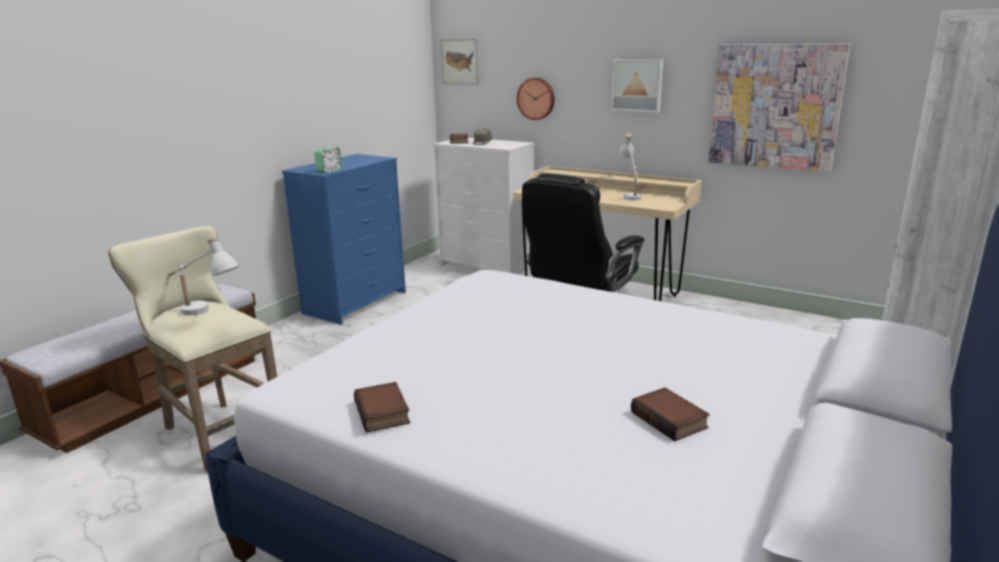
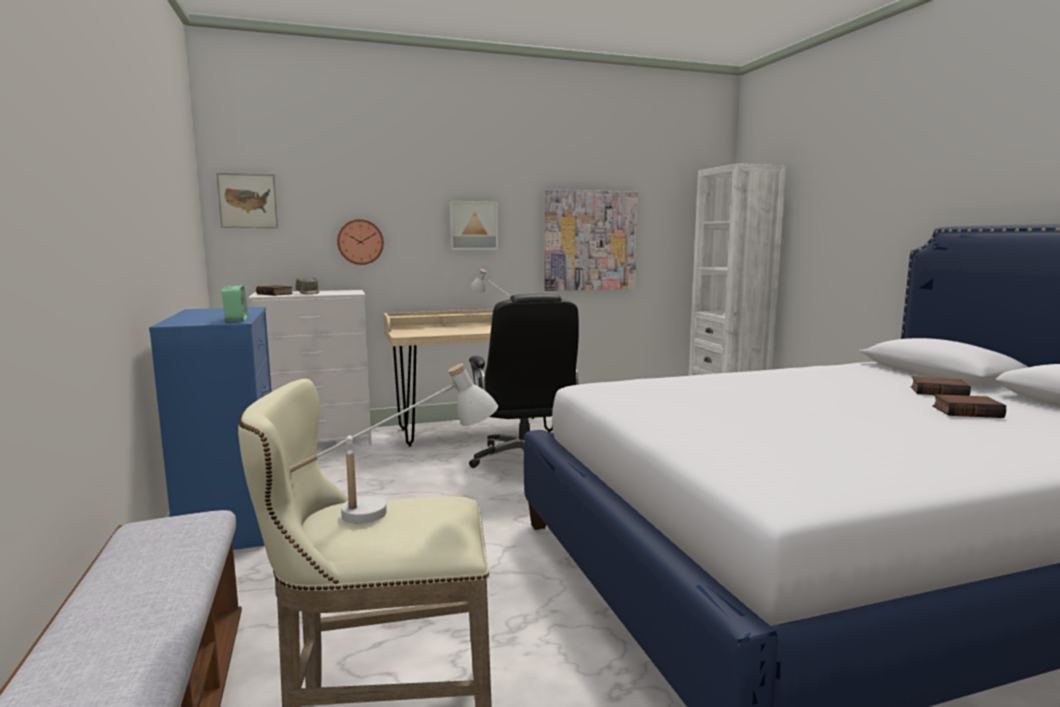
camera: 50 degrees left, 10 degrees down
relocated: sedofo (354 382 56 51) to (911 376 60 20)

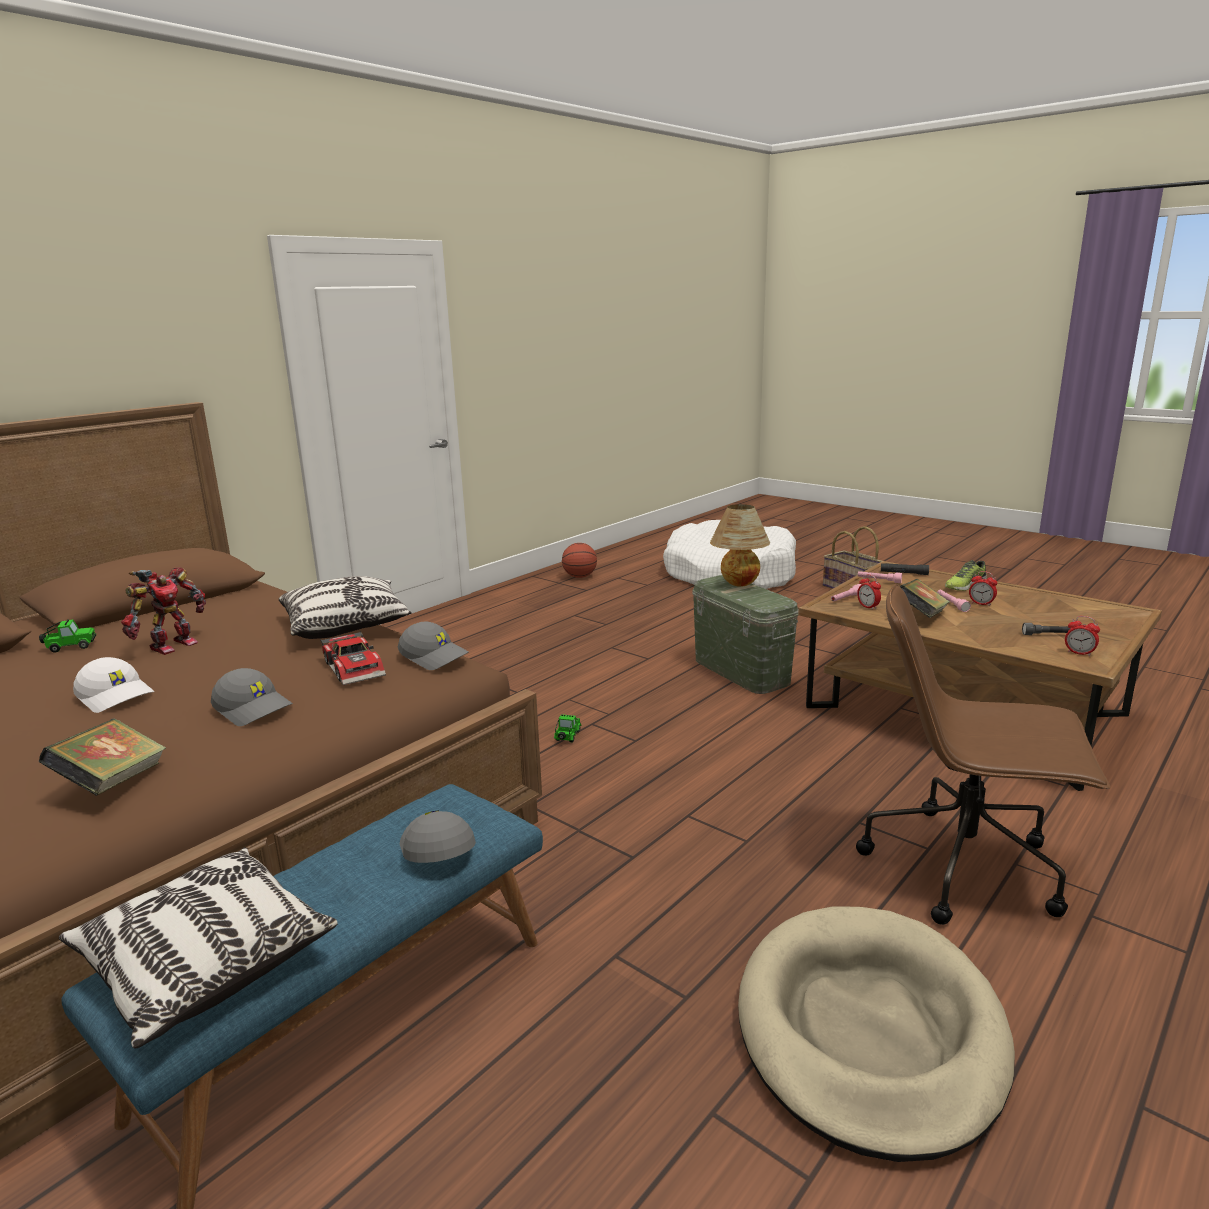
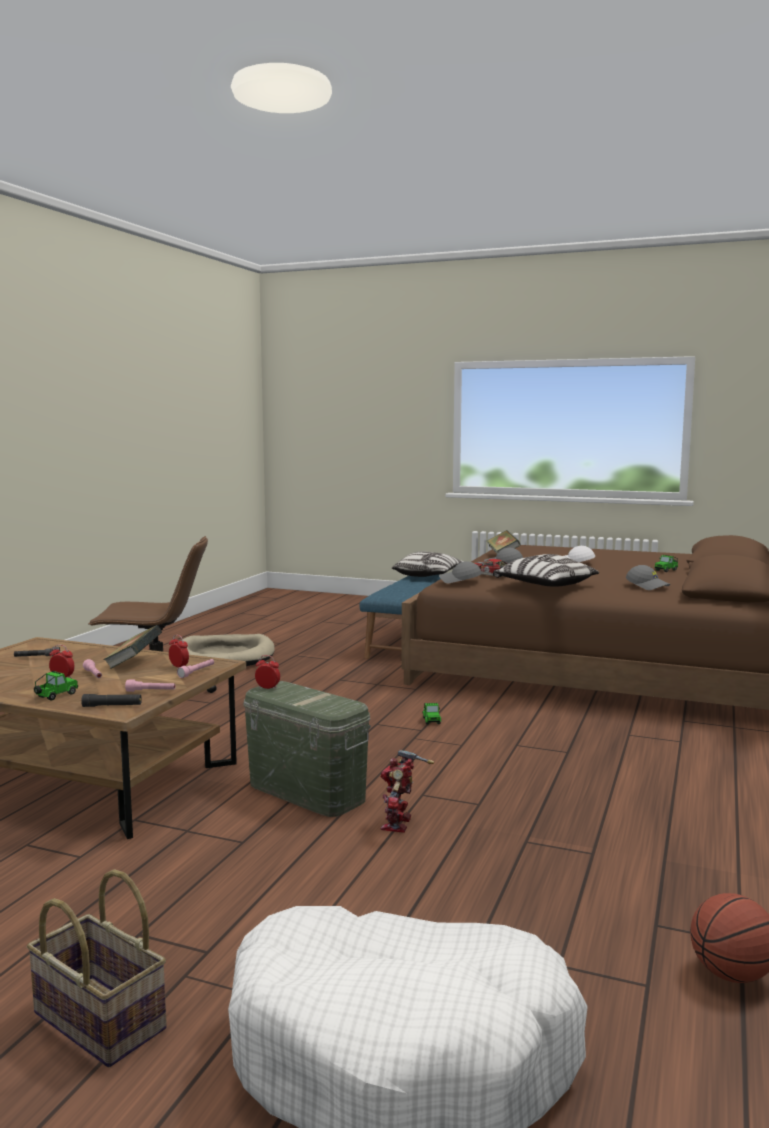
camera: 160 degrees right, 10 degrees down
missing: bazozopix (710 504 60 83)
relocated: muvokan (121 567 85 88) to (380 749 54 84); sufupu (1065 616 35 40) to (255 655 25 35); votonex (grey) (400 810 76 53) to (626 565 44 25)
exchanged: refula (945 560 42 31) to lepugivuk (34 671 44 30)

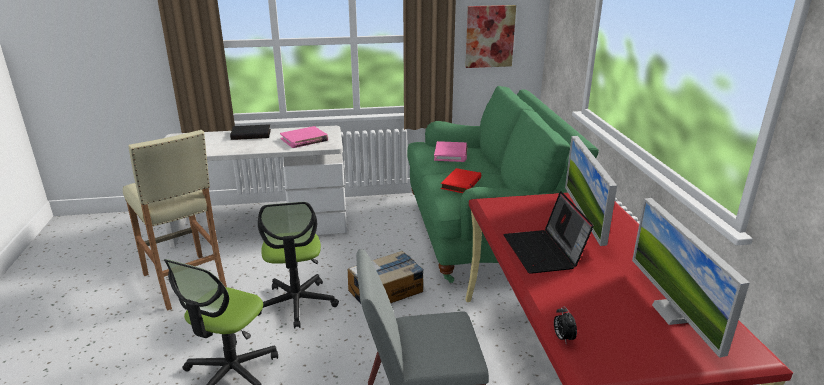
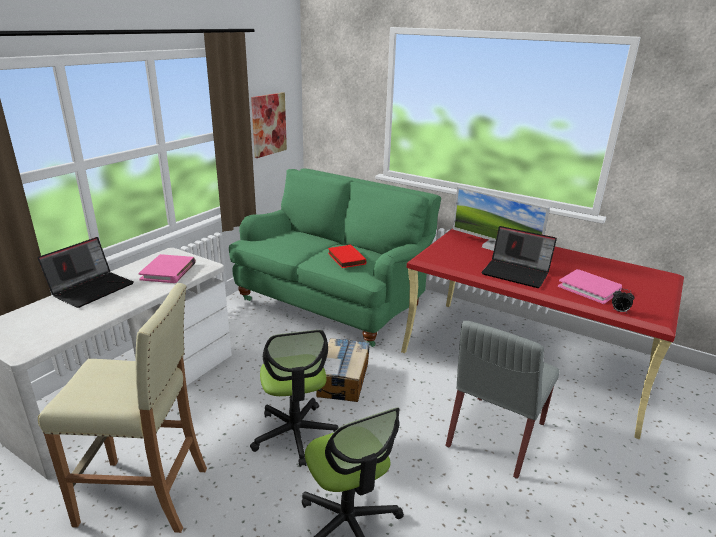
camera: 50 degrees left, 0 degrees up
missing: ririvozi (632 198 118 160)
relocated: sedofo (pink) (434 141 34 21) to (558 269 64 35)
exchanged: sedofo (black) (230 124 41 16) to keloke (38 237 96 71)
spun: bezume (257 202 82 126) = (250 330 88 137) 45 degrees clockwise

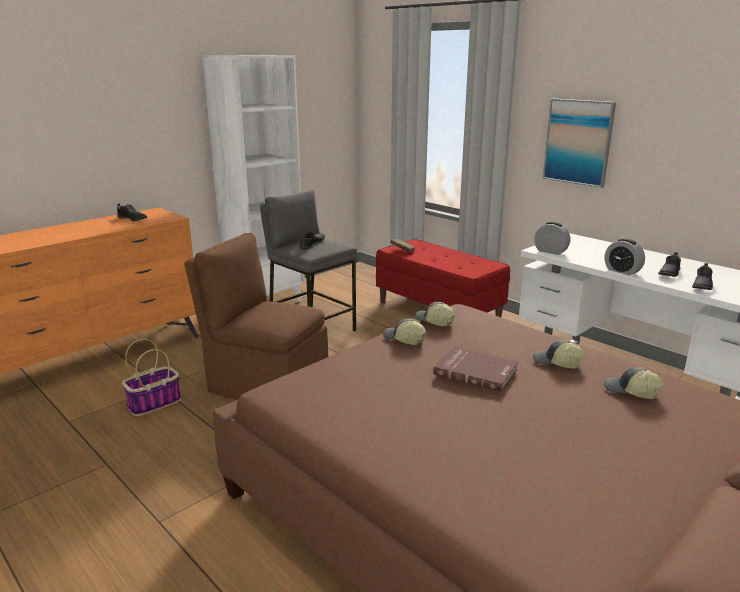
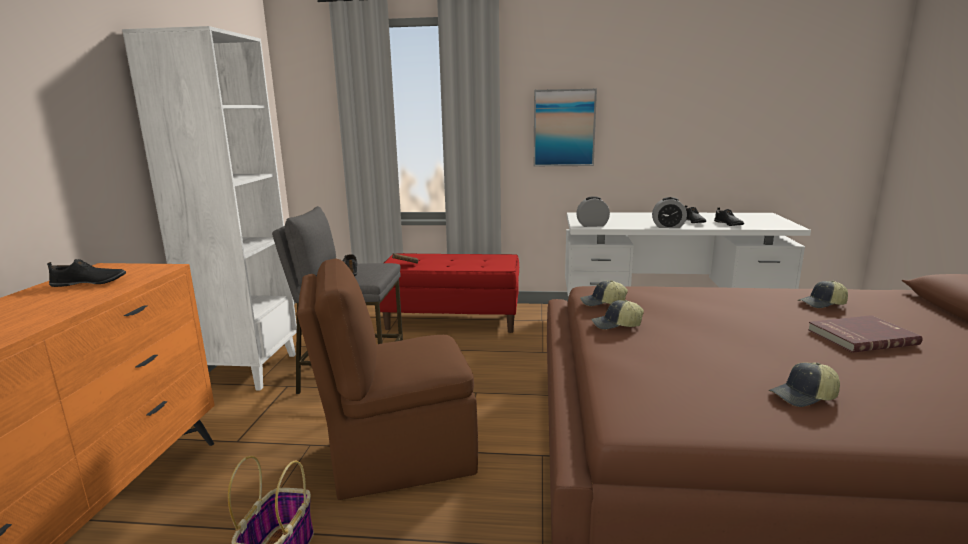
camera: 40 degrees left, 5 degrees down
relocated: votonex (533 340 52 29) to (769 362 71 45); sedofo (red) (433 347 85 45) to (808 315 115 38)

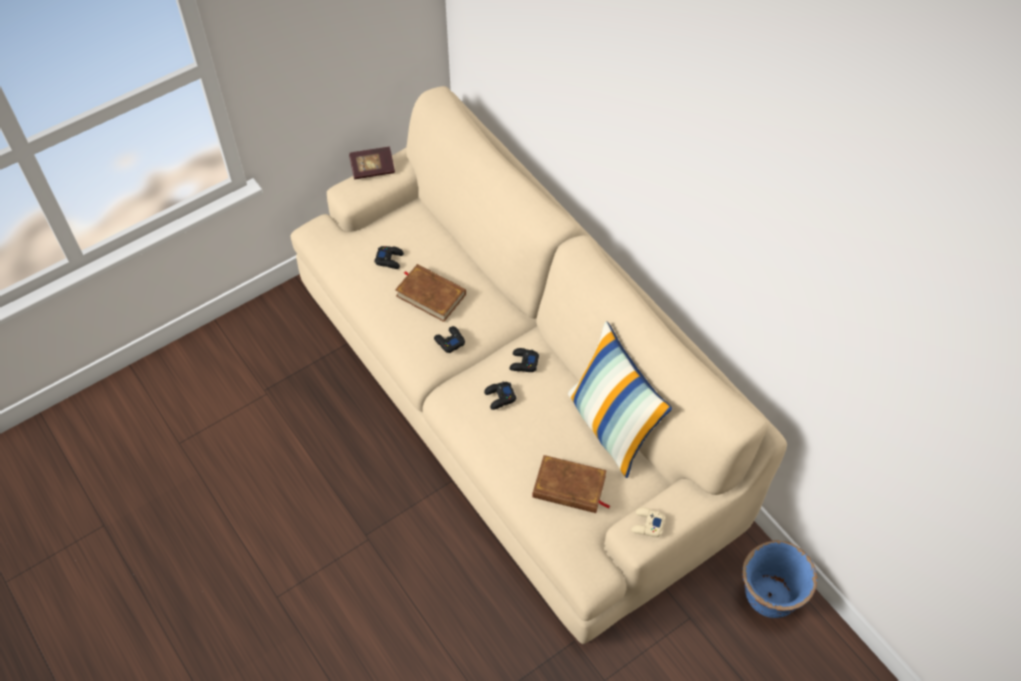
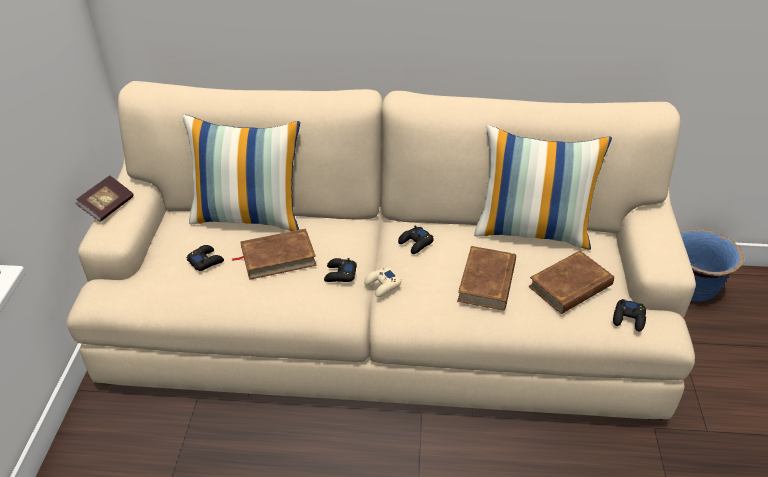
camera: 50 degrees left, 15 degrees down
appeared: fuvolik (182 114 118 117); sedofo (brown) (457 246 59 64)
relocated: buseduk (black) (484 381 32 29) to (613 299 33 33); buseduk (beige) (631 507 34 30) to (364 266 37 31)

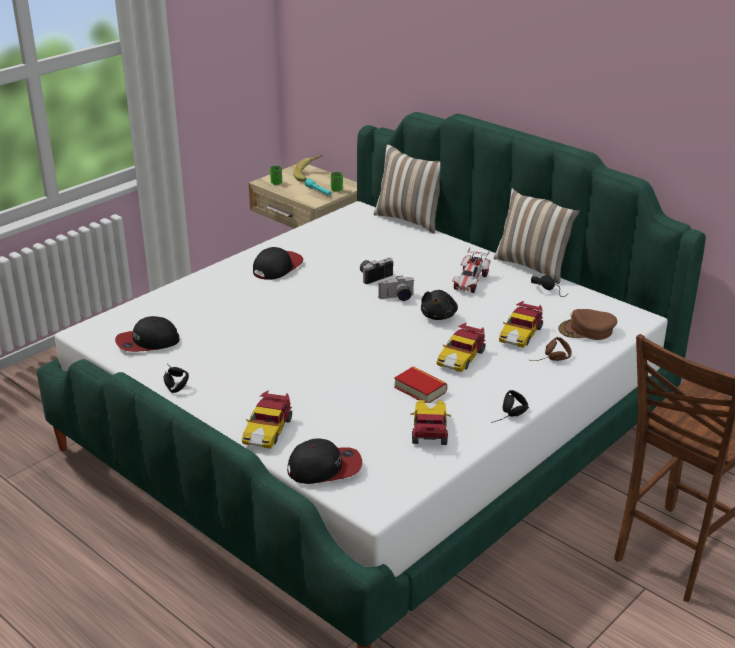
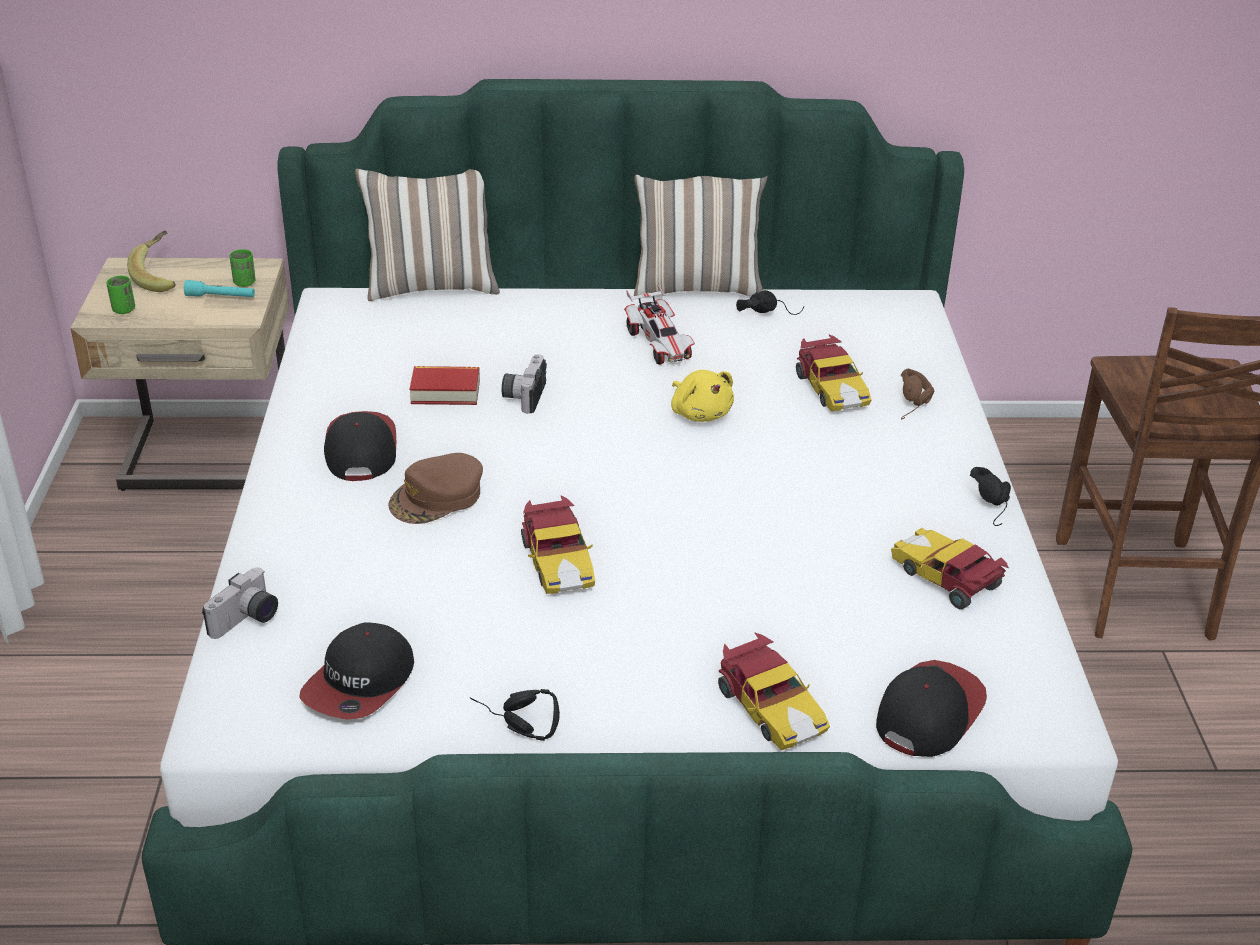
camera: 45 degrees left, 5 degrees up
relocated: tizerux (378 276 36 25) to (202 567 76 72); votonex (brown) (558 309 59 31) to (388 453 95 71); lepugivuk (437 323 49 49) to (521 496 74 98); sedofo (394 367 53 36) to (410 366 70 39)
colour: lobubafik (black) (421 290 37 30) to lobubafik (yellow) (671 370 63 52)

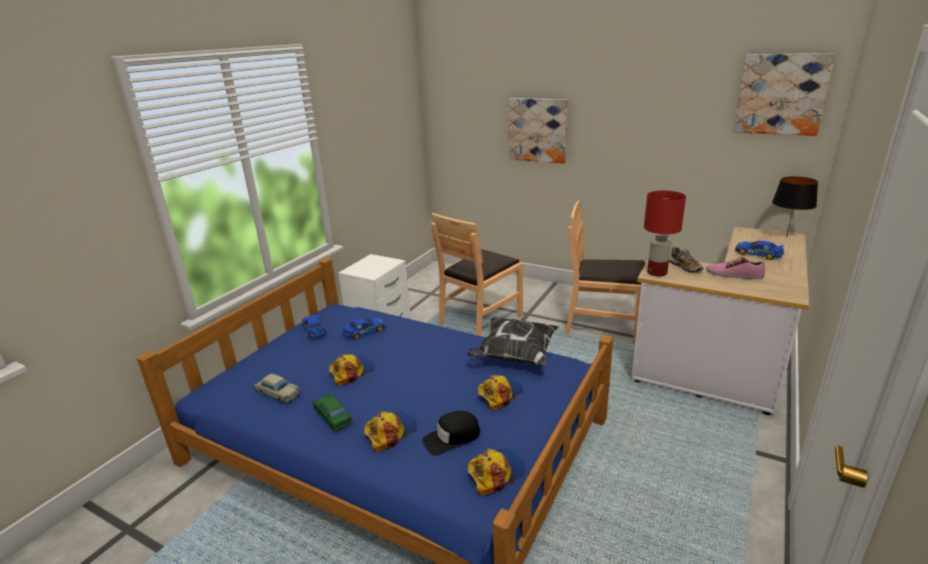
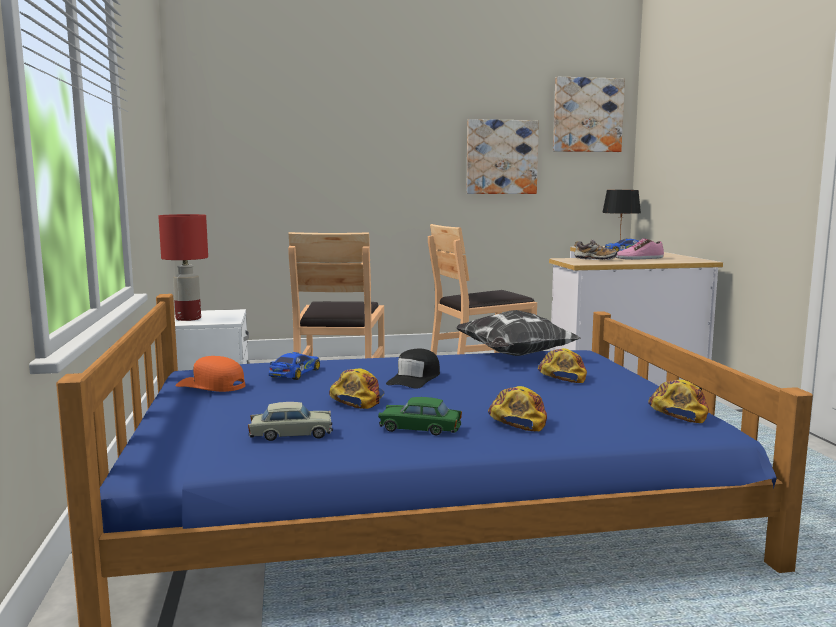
camera: 40 degrees left, 15 degrees down
relocated: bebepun (508 98 60 65) to (466 119 73 75); bazozopix (red) (644 190 42 87) to (158 214 50 107); votonex (black) (422 411 58 45) to (386 349 54 39)
exchanged: lepugivuk (302 315 25 23) to votonex (orange) (176 356 69 36)

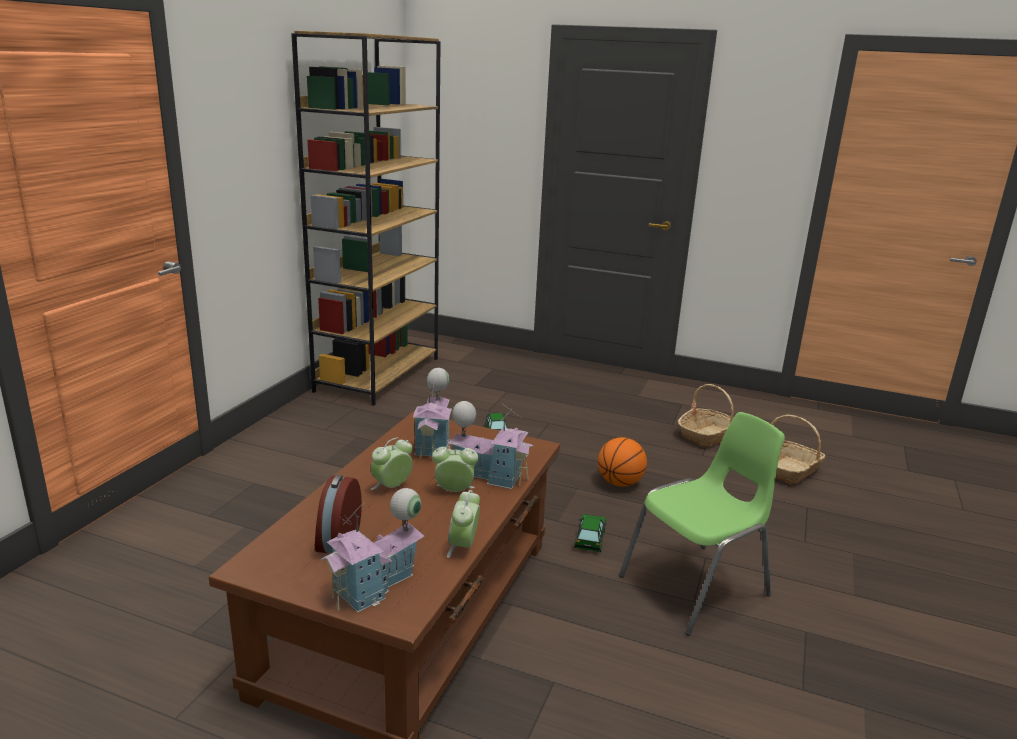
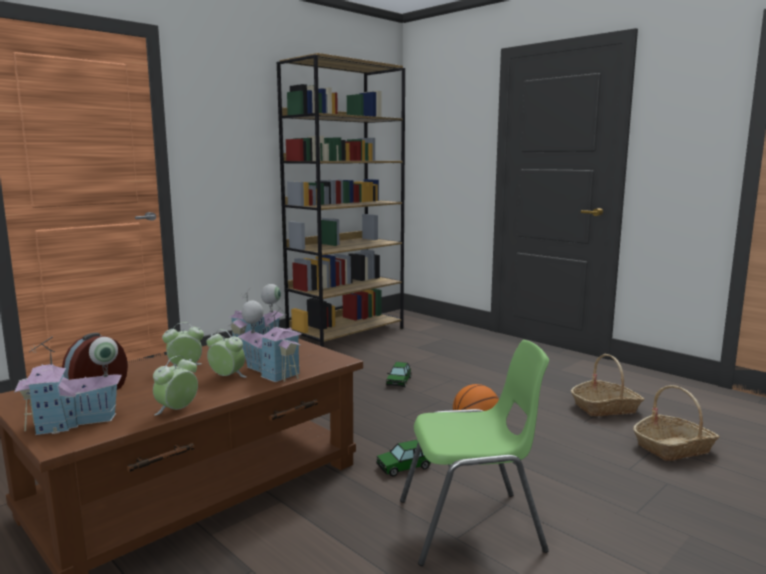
camera: 25 degrees right, 10 degrees down
spun: lepugivuk (574 514 33 38) = (376 440 55 37) 150 degrees counterclockwise

